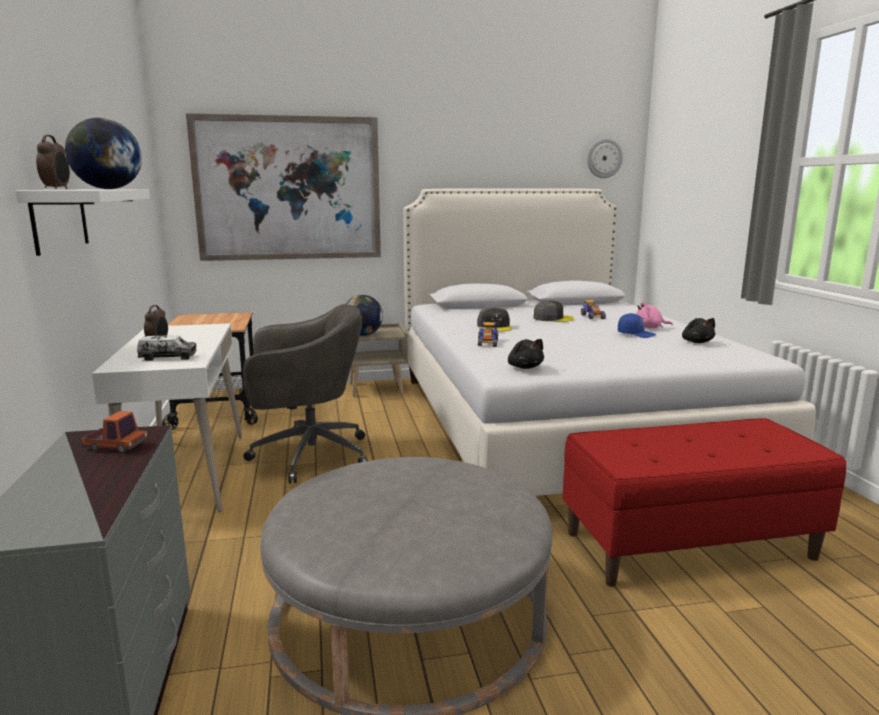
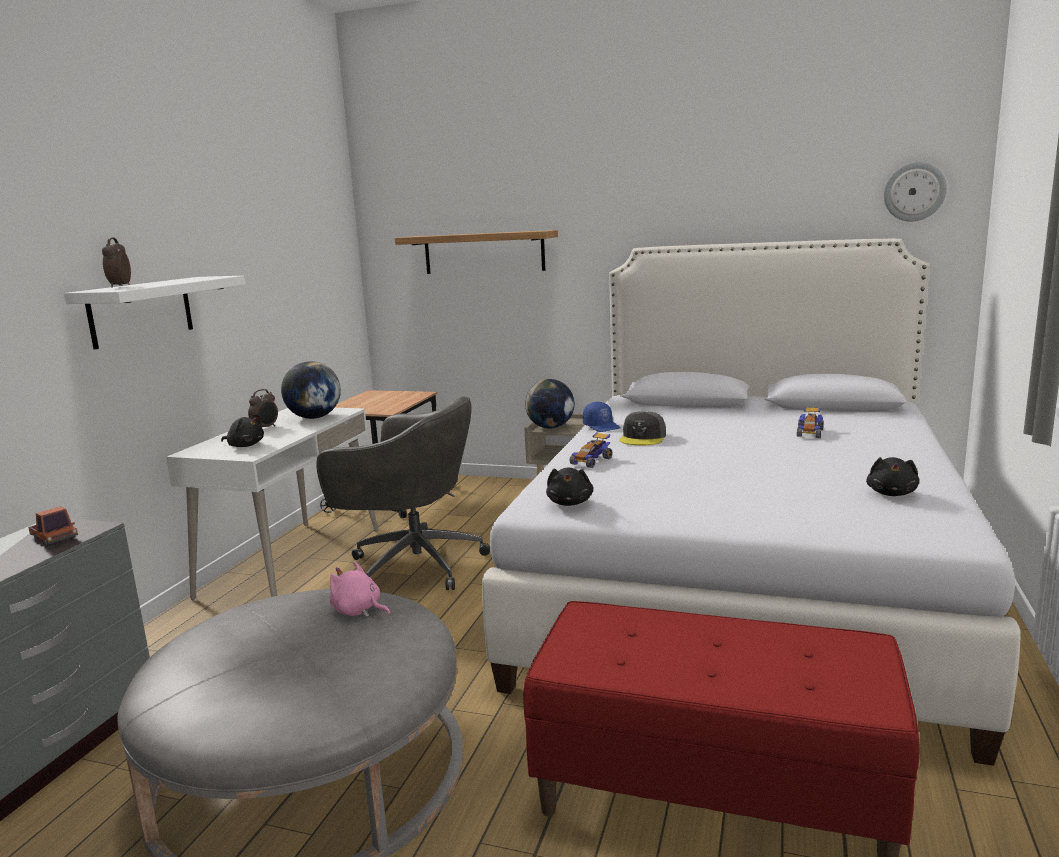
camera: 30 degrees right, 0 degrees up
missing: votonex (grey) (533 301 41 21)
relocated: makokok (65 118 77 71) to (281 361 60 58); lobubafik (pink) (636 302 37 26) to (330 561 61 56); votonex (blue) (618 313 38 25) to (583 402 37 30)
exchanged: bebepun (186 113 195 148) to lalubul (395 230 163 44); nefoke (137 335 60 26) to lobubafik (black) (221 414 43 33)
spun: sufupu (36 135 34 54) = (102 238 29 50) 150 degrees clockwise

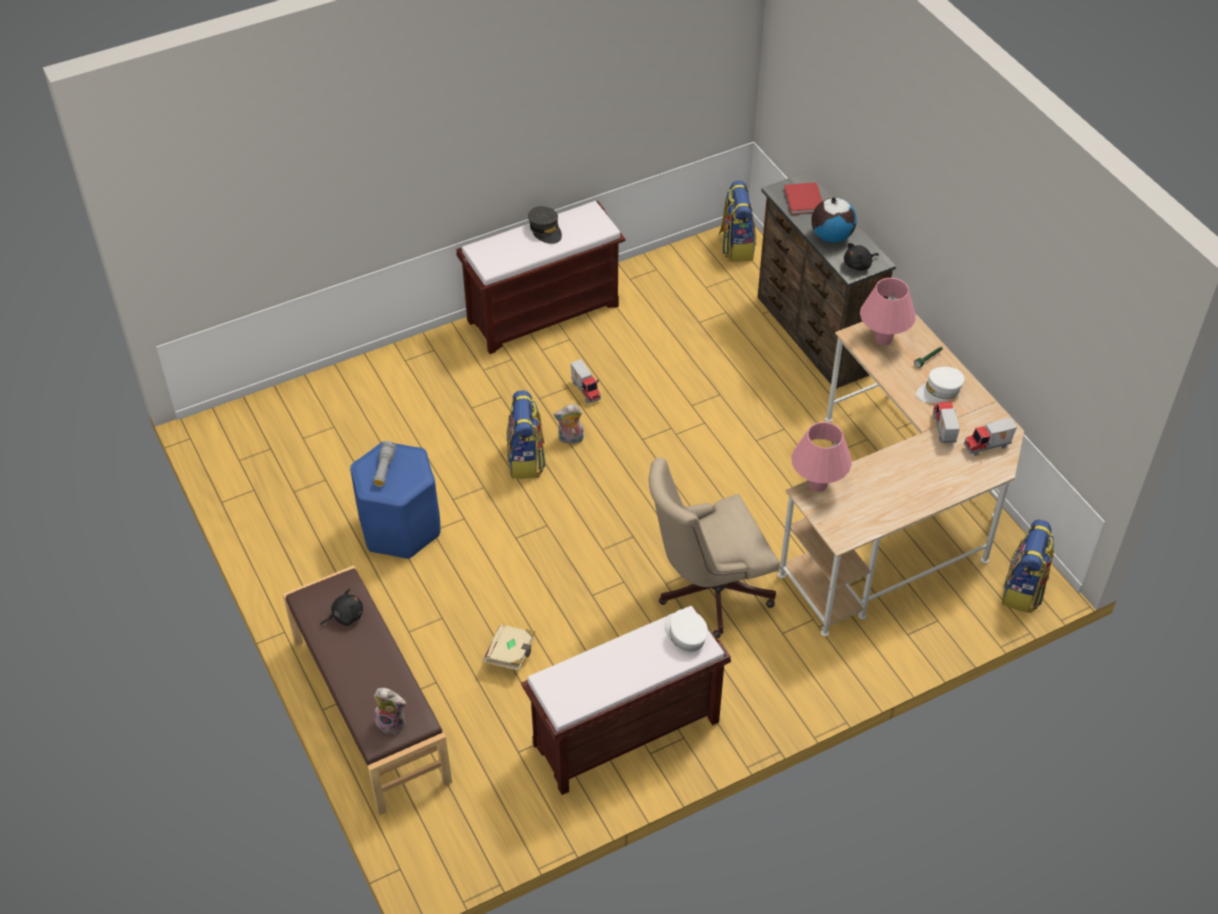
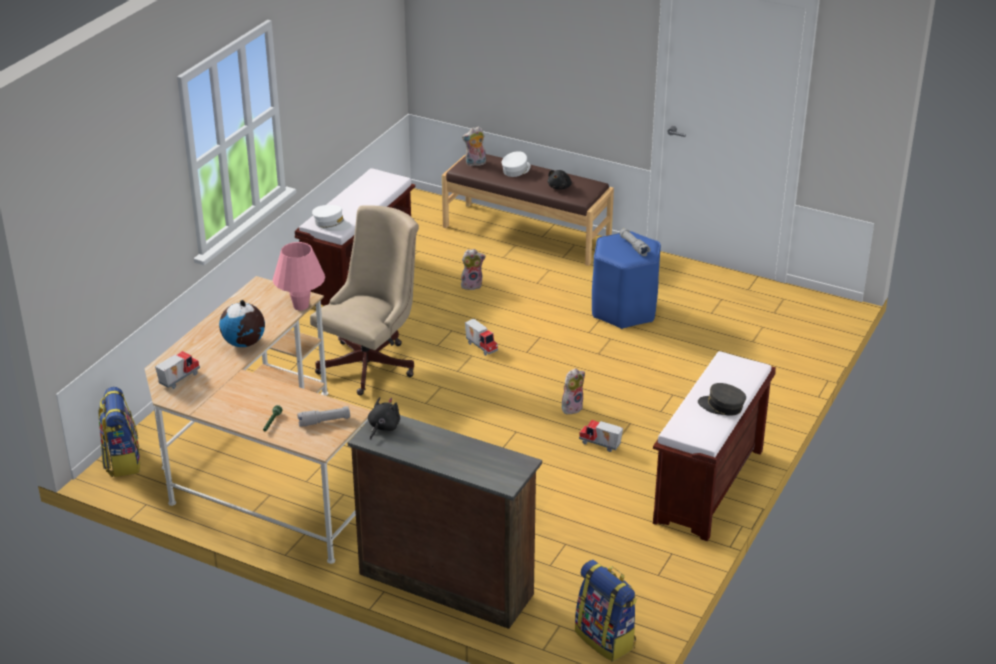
camera: 145 degrees right, 15 degrees down
missing: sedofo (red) (784 182 38 33); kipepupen (507 390 39 89)
relocated: makokok (811 197 46 46) to (219 300 46 47); votonex (white) (916 367 49 36) to (502 151 29 26); nefoke (933 402 27 41) to (465 319 33 37)
exchanged: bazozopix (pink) (860 278 56 68) to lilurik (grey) (297 406 53 21); sedofo (beige) (483 624 52 47) to lobubafik (461 249 25 41)

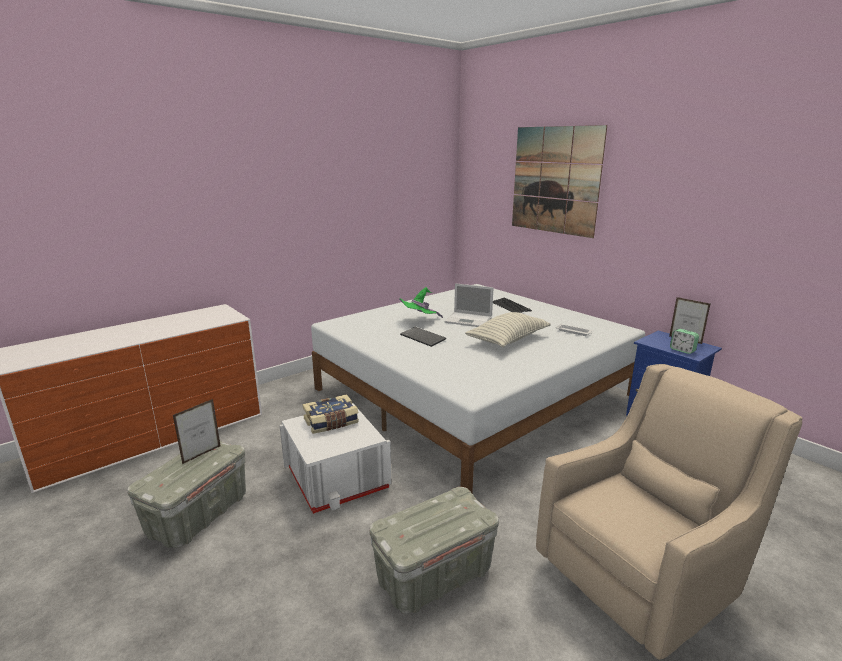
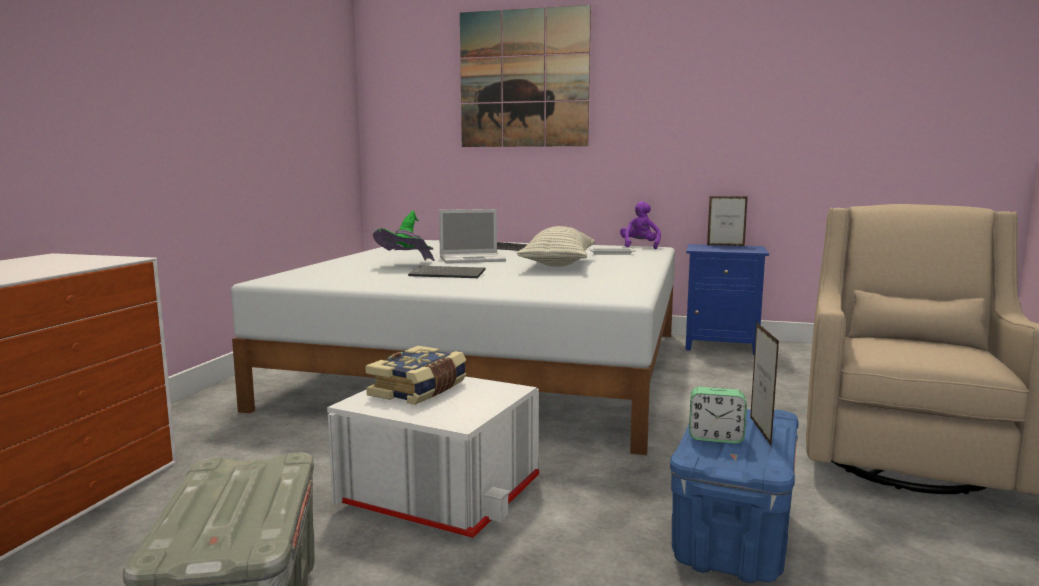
camera: 35 degrees left, 10 degrees down
appeared: lobubafik (purple) (620 201 41 48)
relocated: sufupu (670 329 29 25) to (689 387 58 57); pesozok (173 399 47 65) to (750 322 29 125)
colour: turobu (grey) (369 487 130 127) to turobu (blue) (670 409 129 174)

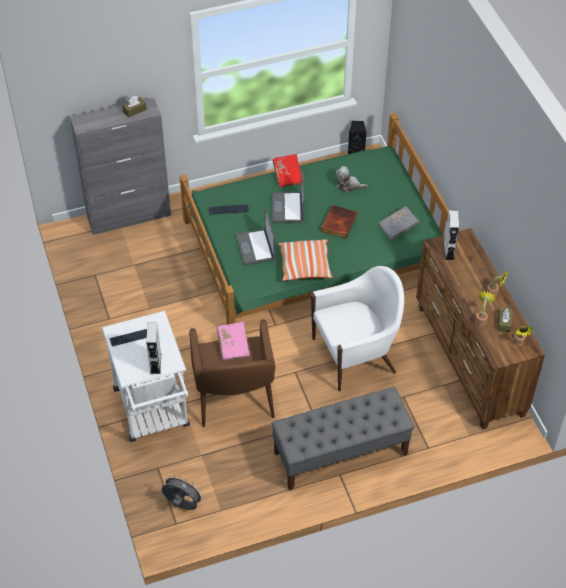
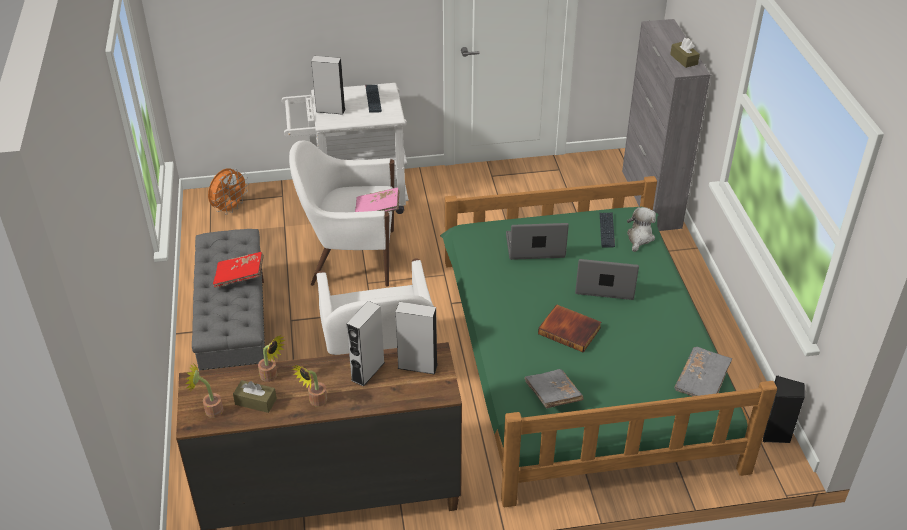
camera: 100 degrees right, 10 degrees down
missing: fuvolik (278 239 55 42)
appeared: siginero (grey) (346 301 39 85); sedofo (grey) (674 347 58 49)
relocated: sedofo (red) (272 154 30 34) to (213 252 51 36); lobubafik (335 166 33 26) to (627 207 29 45)
colour: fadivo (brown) (189 319 87 108) to fadivo (white) (289 141 106 146); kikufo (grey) (162 475 42 35) to kikufo (orange) (208 168 41 47)

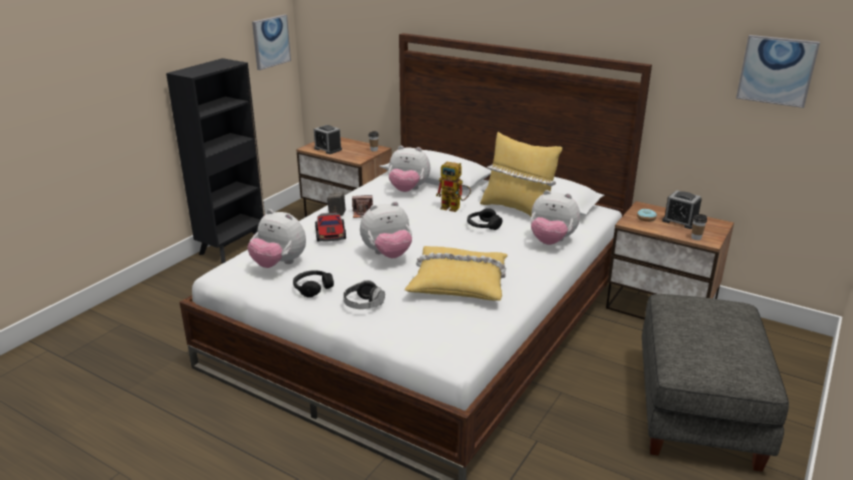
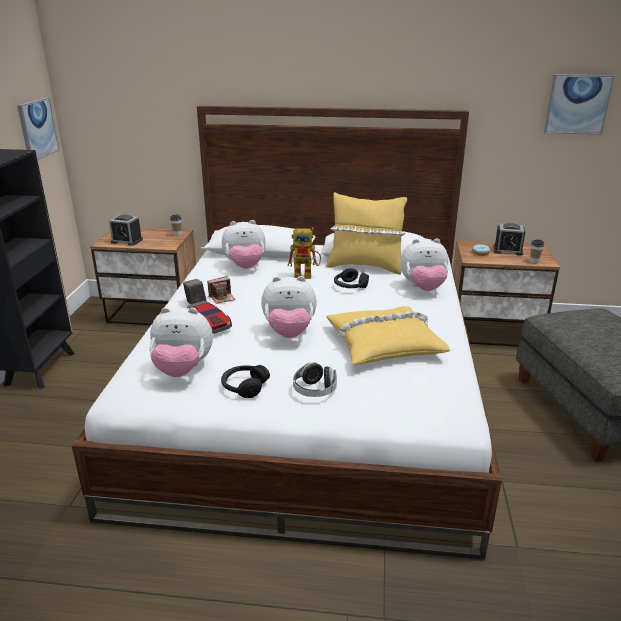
camera: 25 degrees left, 0 degrees up
spun: lobubafik (360 201 52 57) = (261 276 56 62) 45 degrees clockwise

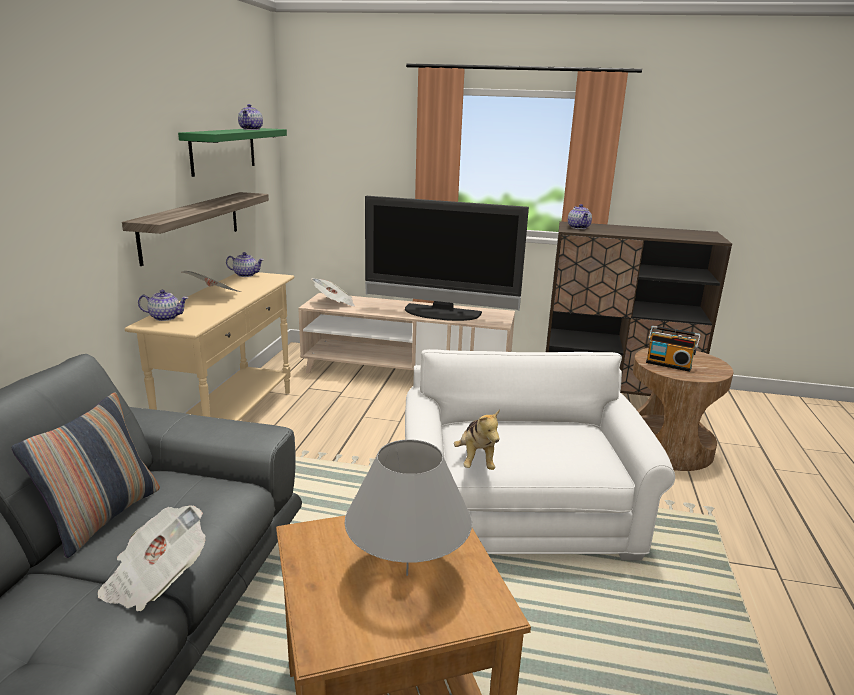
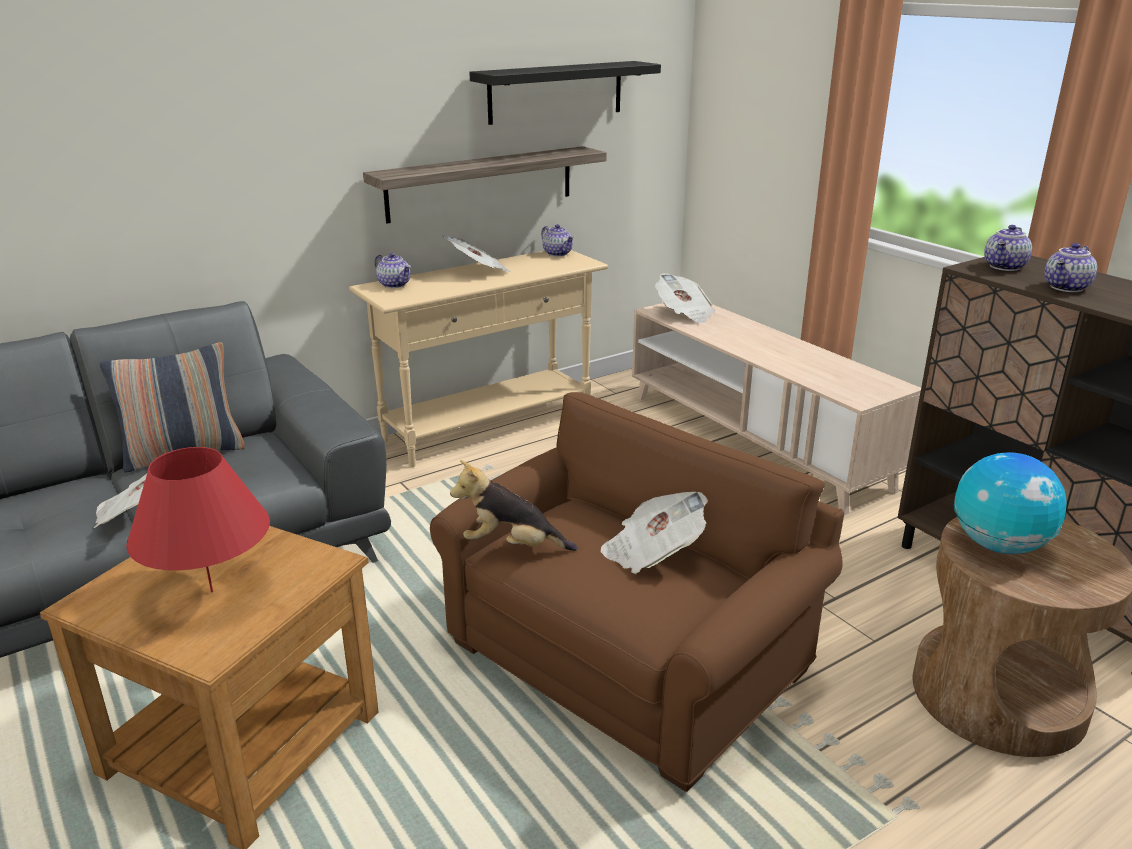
camera: 45 degrees right, 5 degrees up
missing: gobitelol (365 196 164 125)
appeared: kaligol (601 492 107 82)
relocated: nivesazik (238 104 25 26) to (1045 243 52 49)
exchanged: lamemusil (646 326 55 46) to makokok (954 452 113 102)
colour: lalubul (green) (178 128 109 49) to lalubul (black) (469 61 192 64); fadivo (white) (405 349 270 211) to fadivo (brown) (430 392 414 400); bazozopix (grey) (345 439 127 137) to bazozopix (red) (126 447 144 146)
spun: lobubafik (454 409 46 61) = (450 460 128 91) 60 degrees clockwise

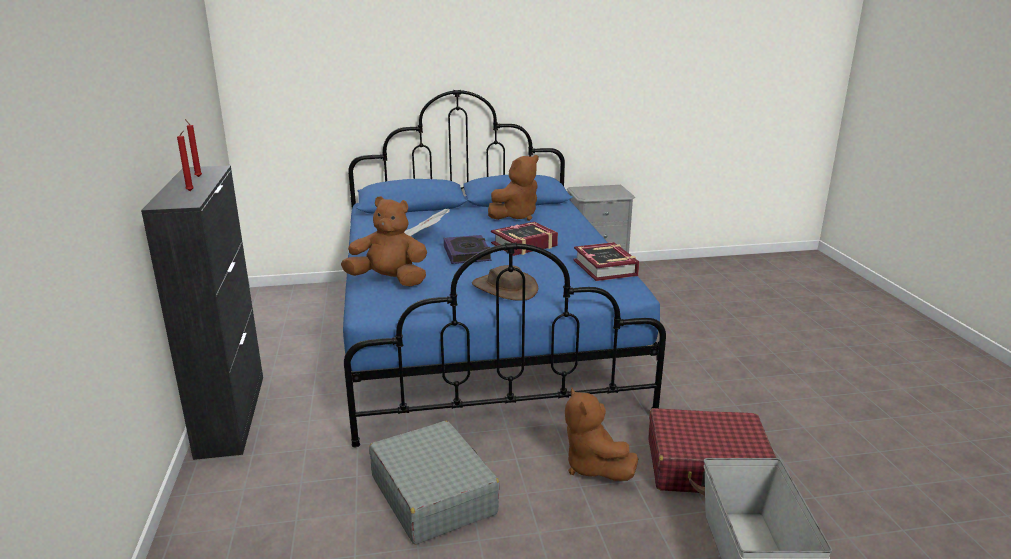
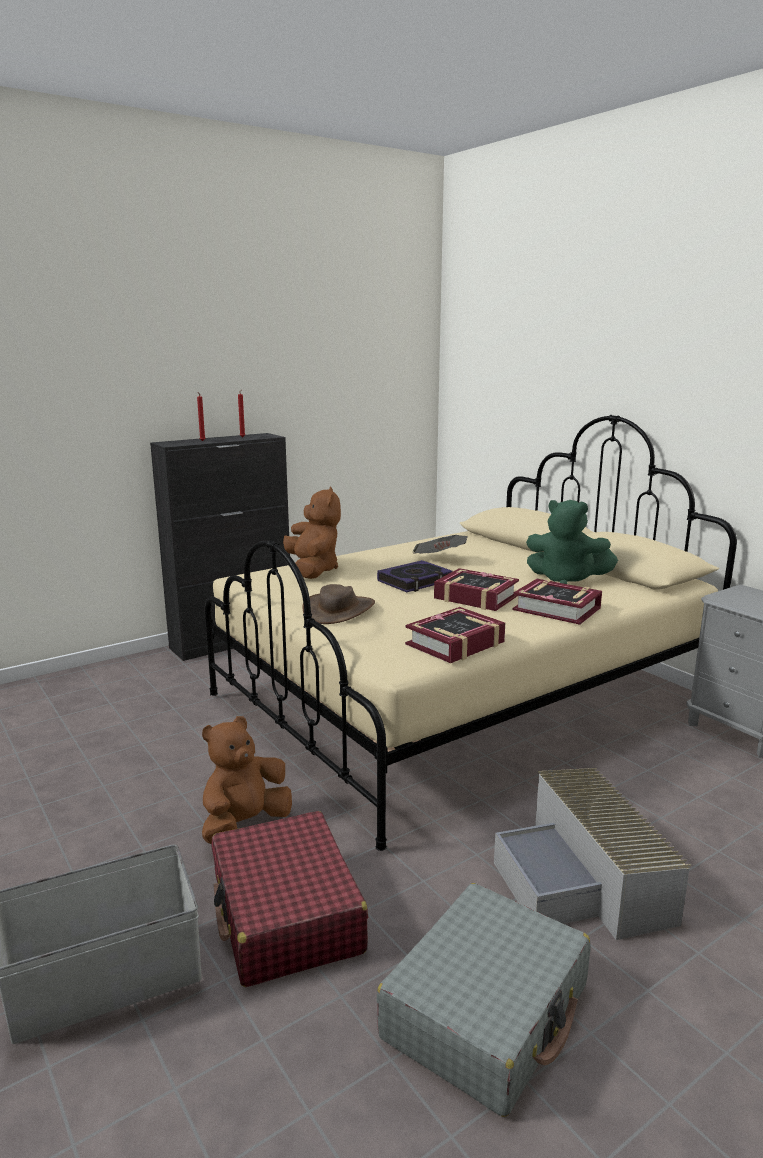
camera: 65 degrees right, 5 degrees down
appeared: sedofo (513 579 89 46); turobu (grey) (494 768 197 172)
relocated: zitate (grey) (369 421 131 123) to (377 883 213 234)
colour: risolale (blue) (343 90 323 357) to risolale (beige) (205 415 532 436); lobubafik (brown) (488 155 50 66) to lobubafik (green) (526 500 92 84)

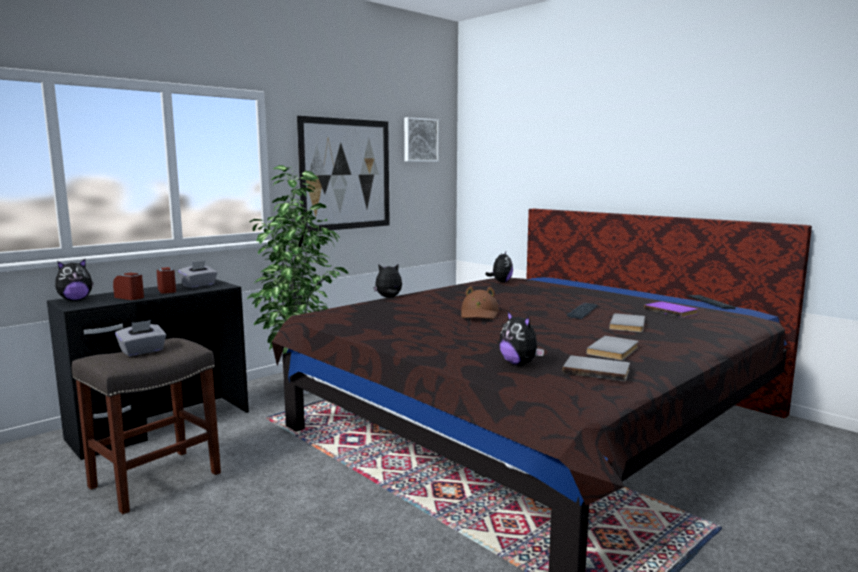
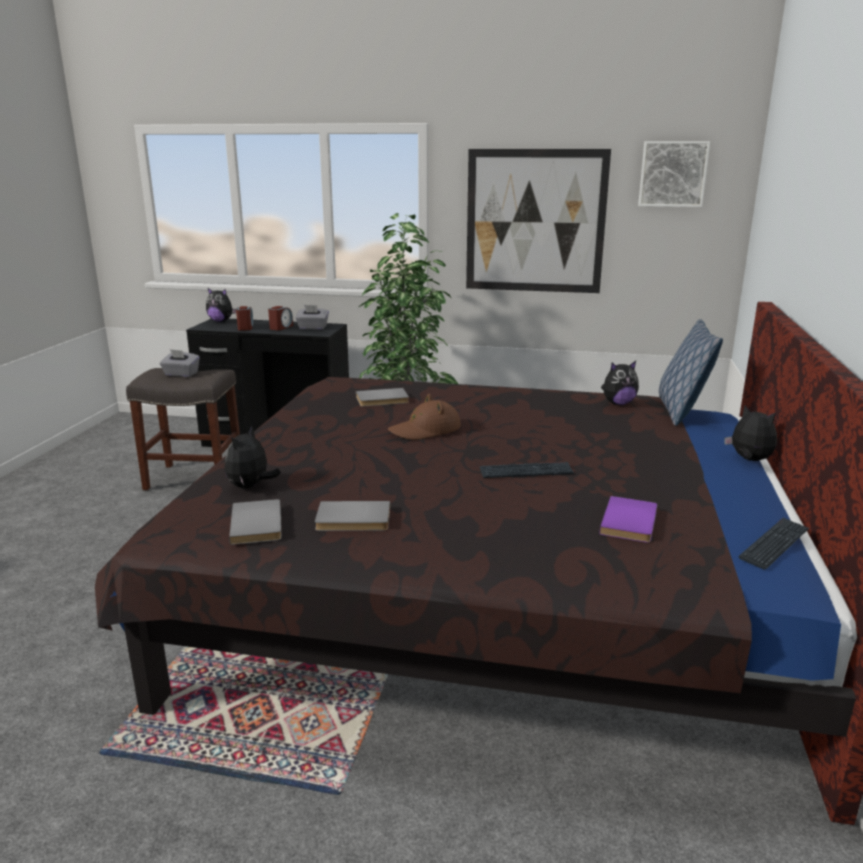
camera: 55 degrees right, 10 degrees up
appeared: fuvolik (659 319 64 107)
relocated: lobubafik (374 263 28 35) to (724 406 53 55); sedofo (grey) (609 313 36 19) to (356 388 53 19)

